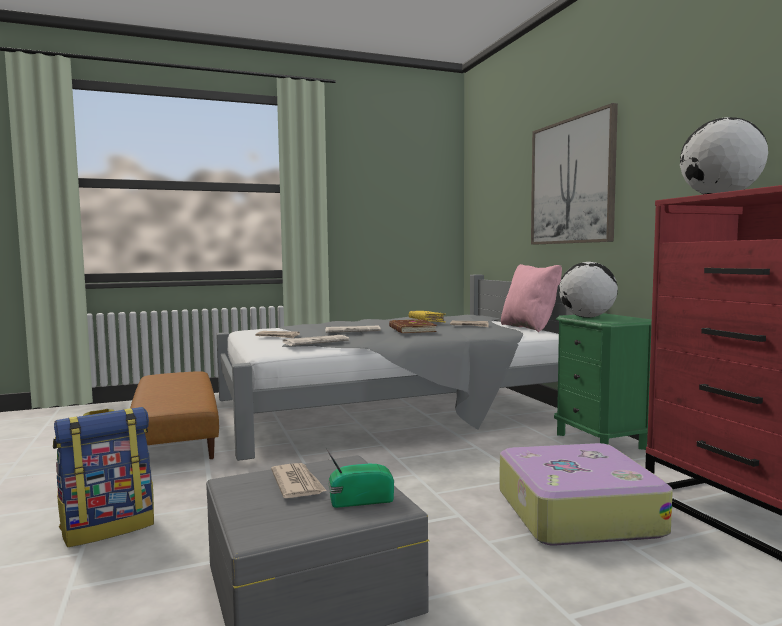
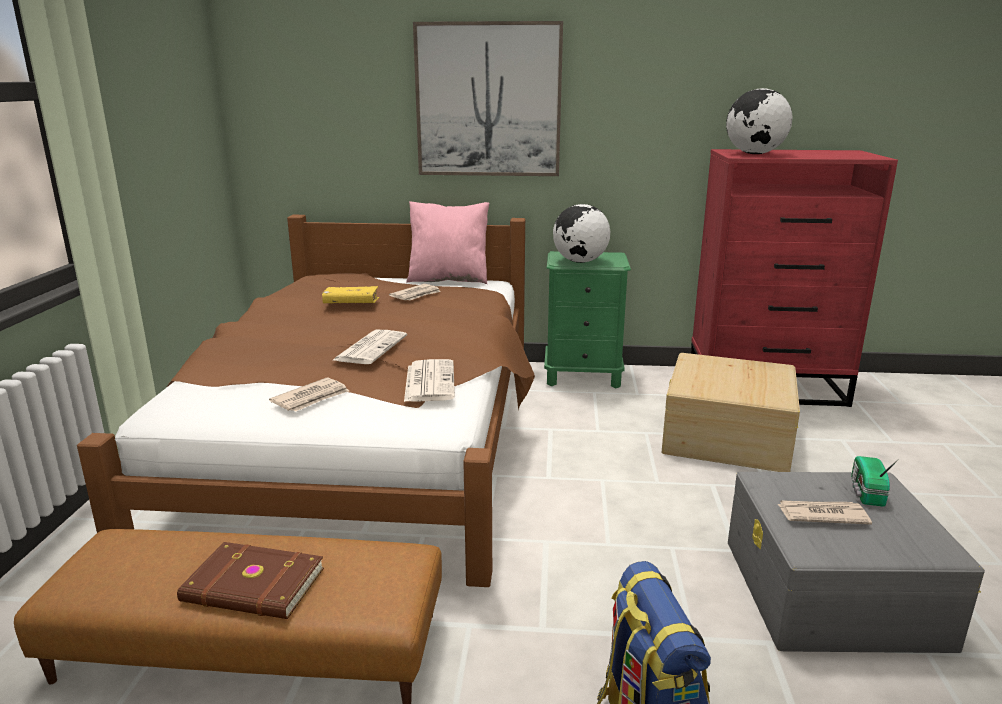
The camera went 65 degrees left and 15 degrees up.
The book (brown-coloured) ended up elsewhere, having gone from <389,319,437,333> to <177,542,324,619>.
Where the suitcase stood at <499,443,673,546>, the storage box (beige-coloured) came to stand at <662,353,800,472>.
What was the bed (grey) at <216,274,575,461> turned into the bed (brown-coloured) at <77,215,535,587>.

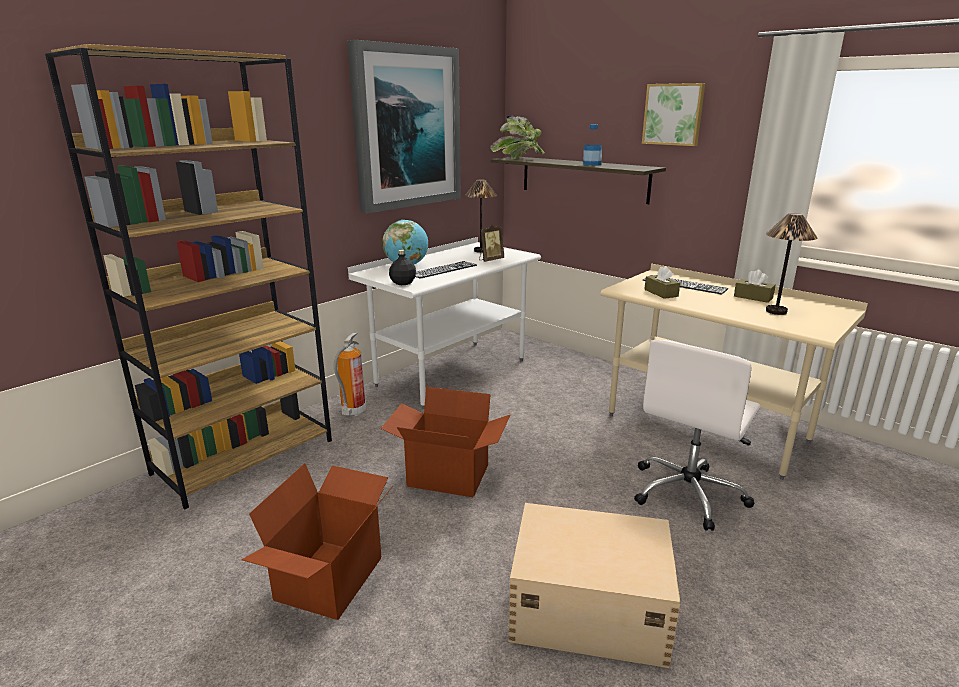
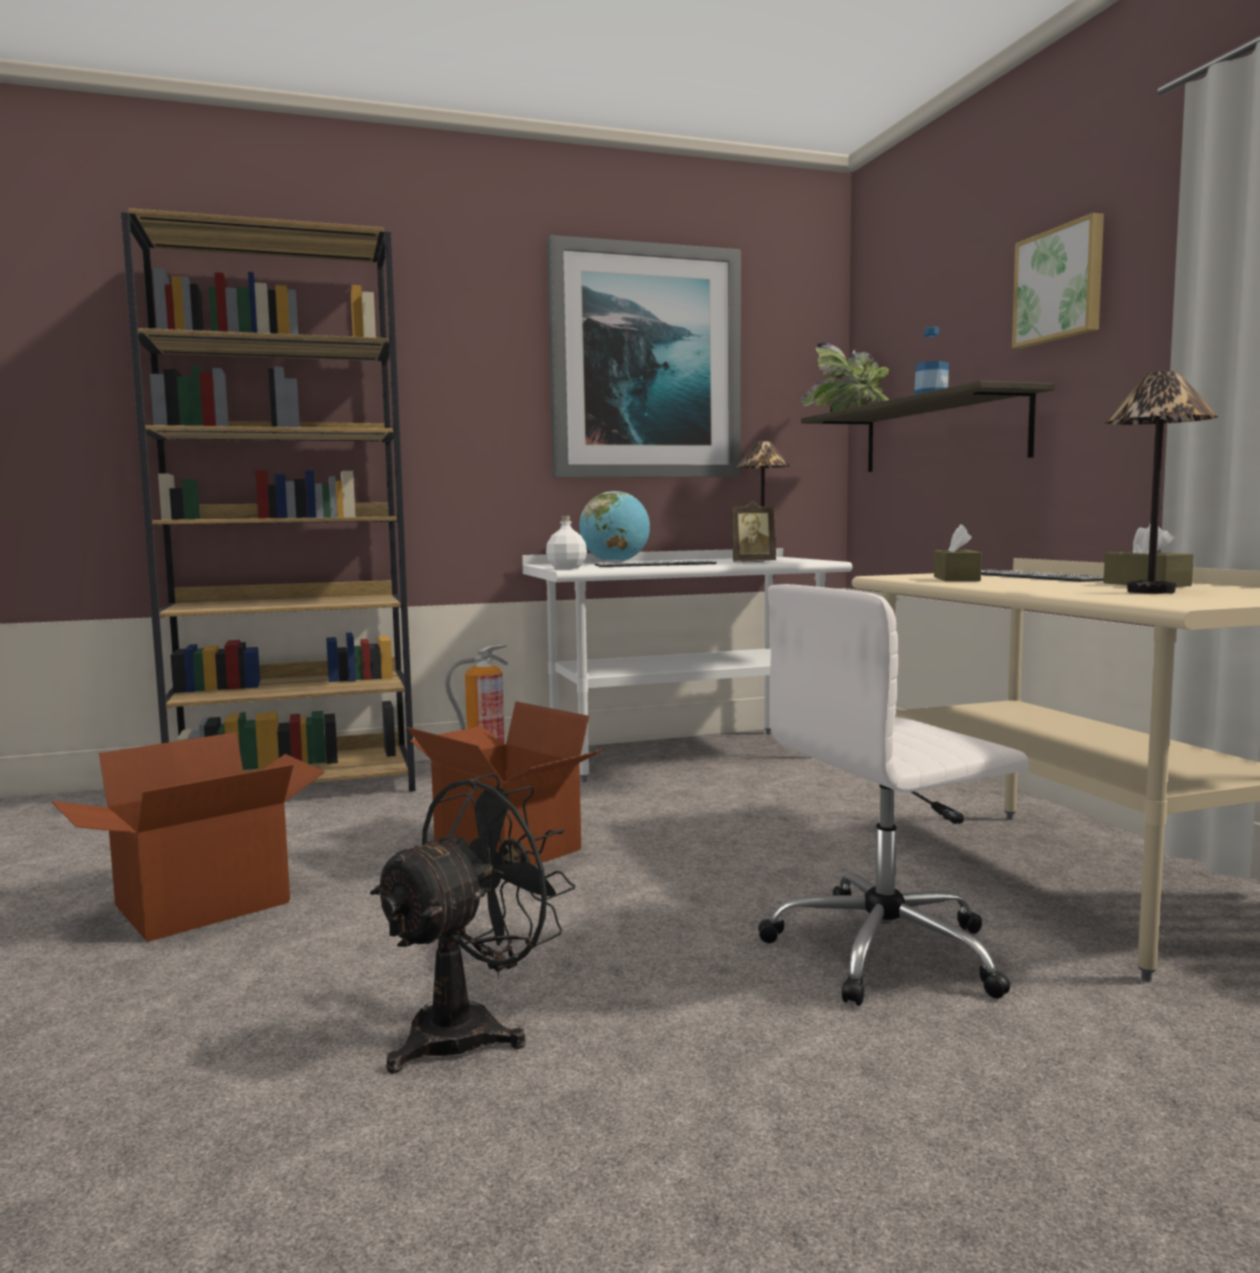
The camera went 30 degrees right and 15 degrees down.
Where the storage box (beige-coloured) stood at <508,503,681,668>, the electric fan (blackish) came to stand at <369,773,575,1074>.
What was the bottle (blackish) at <389,250,416,285> turned into the bottle (white) at <546,516,587,569>.

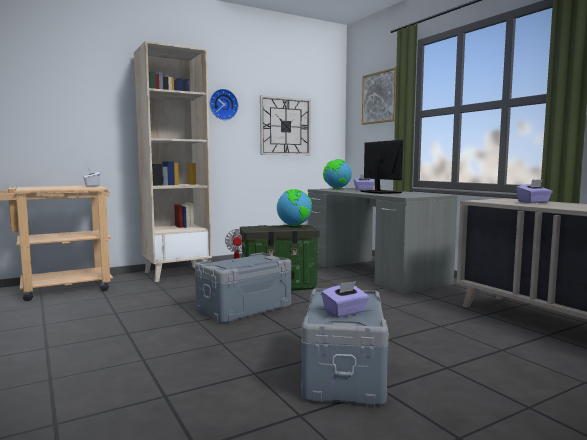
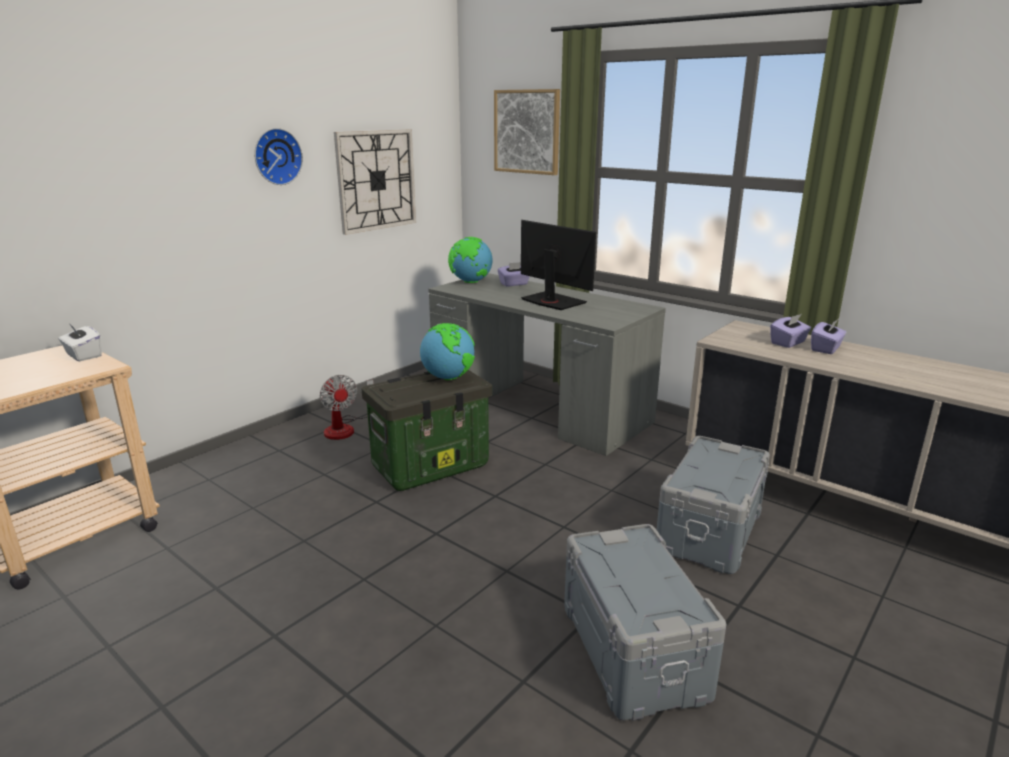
The camera went 20 degrees left and 15 degrees up.
The second view lost the shelving unit (beige-coloured) at <134,41,212,282>.
The storage box (grey) ended up elsewhere, having gone from <195,253,291,323> to <657,436,770,574>.
The tissue holder (purple) ended up elsewhere, having gone from <321,281,369,318> to <811,319,847,354>.

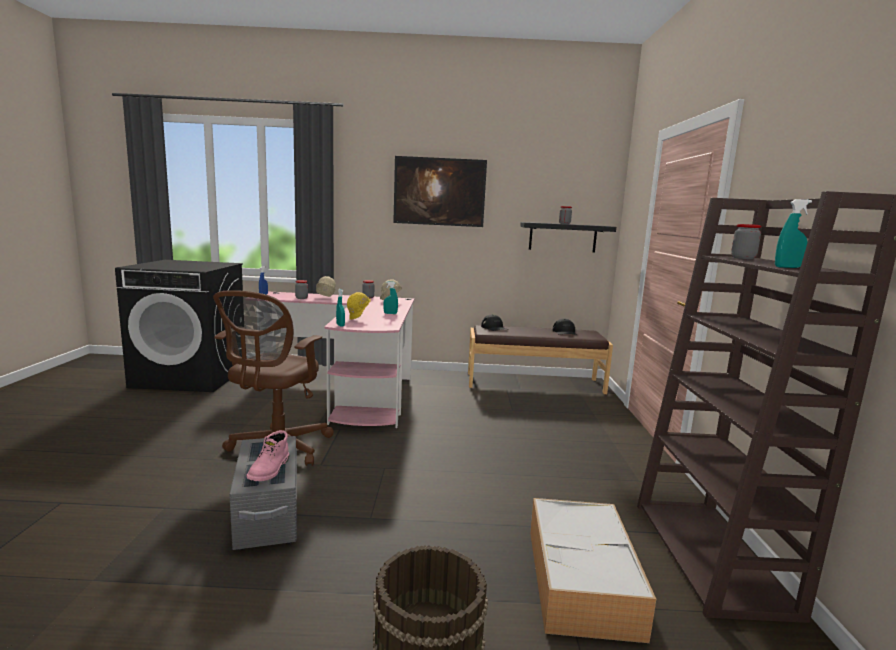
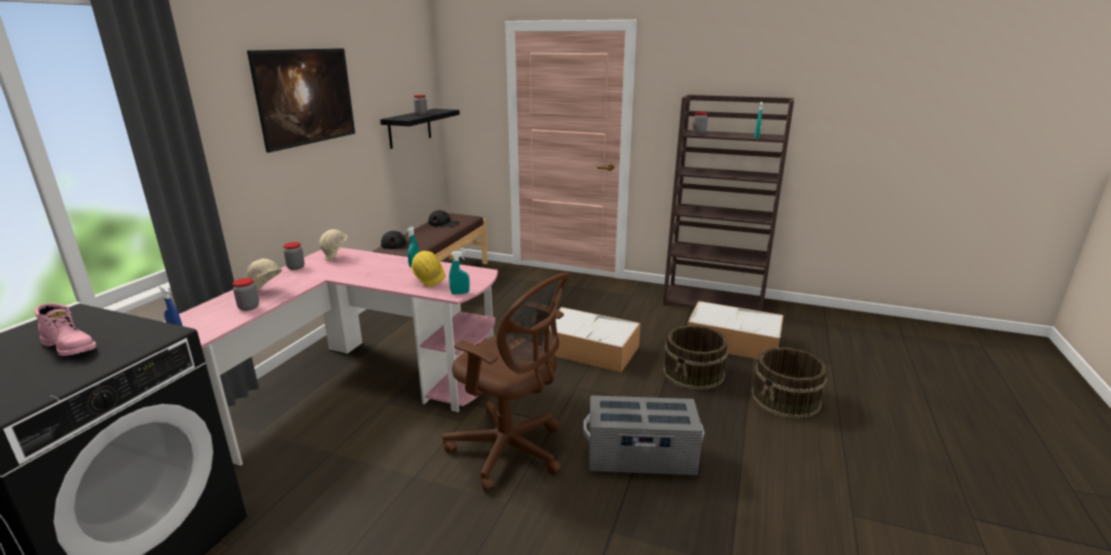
The camera went 70 degrees left and 10 degrees up.
The second view gained the storage box at <549,307,640,372>.
The second view gained the pail (brown-coloured) at <663,325,728,390>.
The boot (pink-coloured) ended up elsewhere, having gone from <246,430,289,481> to <34,303,96,356>.

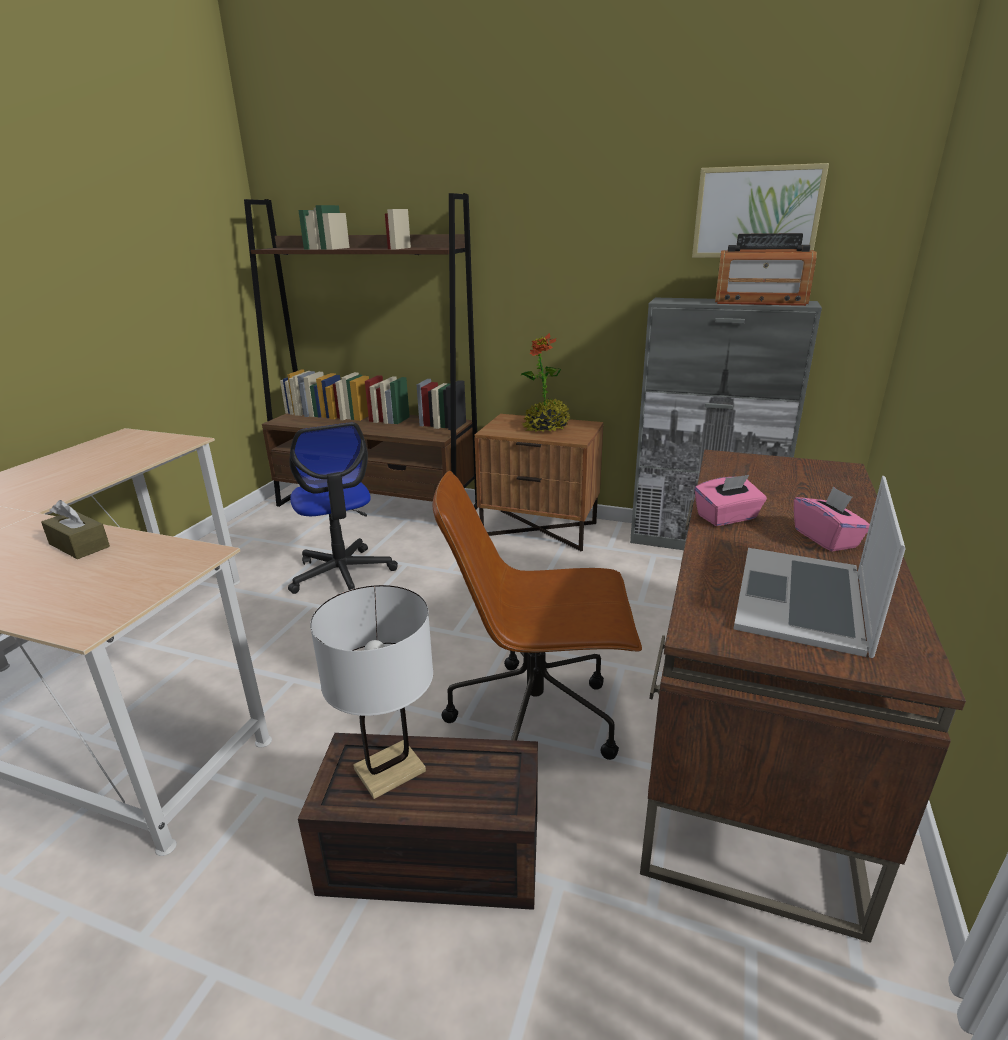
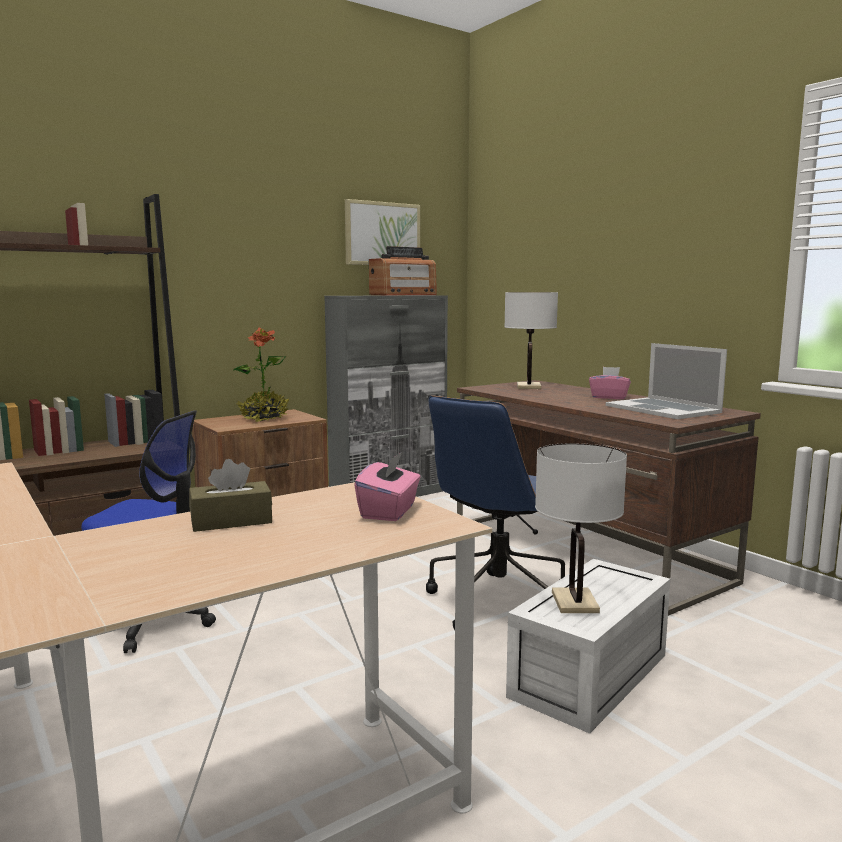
The camera went 55 degrees left and 15 degrees down.
The second view gained the tabletop lamp (white) at <504,292,558,389>.
The tissue holder (pink-coloured) ended up elsewhere, having gone from <695,475,767,526> to <354,452,420,521>.
What was the storage box (brown-coloured) at <298,733,538,910> turned into the storage box (white) at <506,559,670,734>.
What was the computer chair (brown-coloured) at <433,471,642,760> turned into the computer chair (bluish) at <426,396,565,630>.

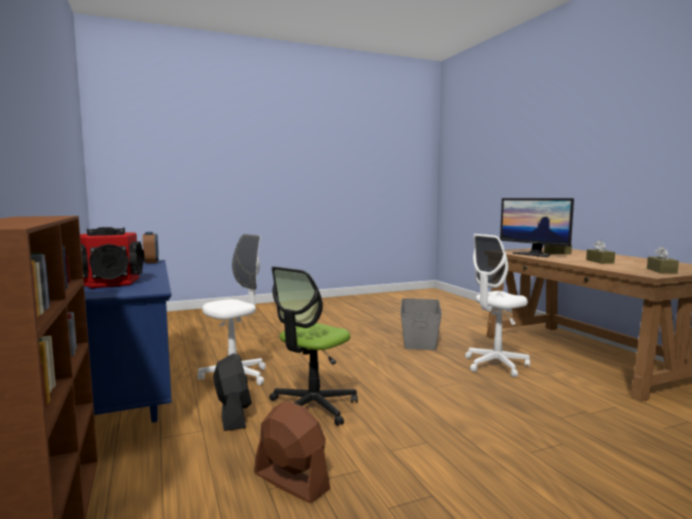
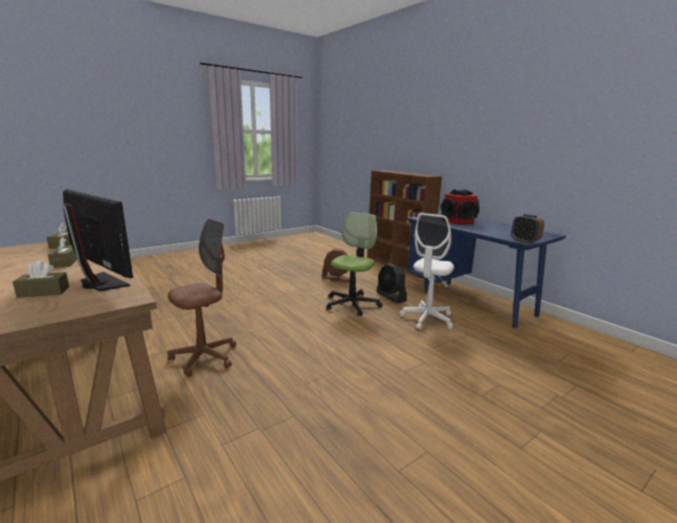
The camera went 165 degrees right and 10 degrees up.
The second view lost the storage box (grey) at <400,298,442,350>.
What was the computer chair (white) at <465,234,530,377> turned into the computer chair (brown-coloured) at <168,219,236,377>.

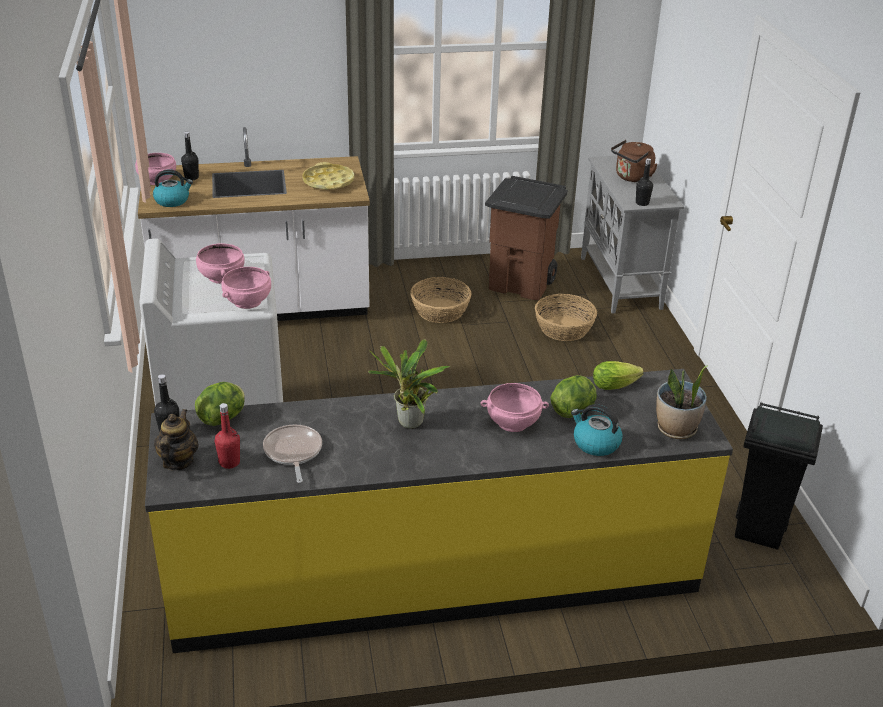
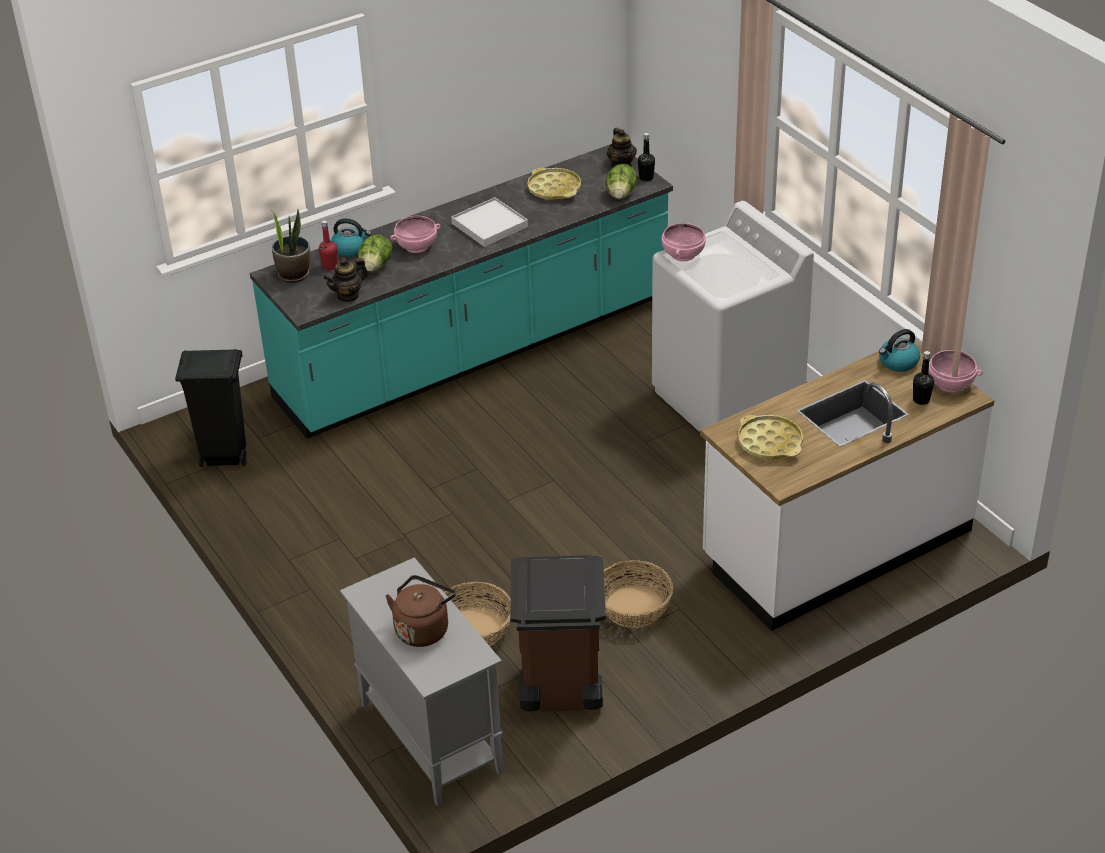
The camera went 160 degrees right and 5 degrees up.
The second view lost the serving bowl (pink-coloured) at <196,243,244,284>.
The second view lost the bottle (blackish) at <636,158,653,206>.
The bottle (reddish) ended up elsewhere, having gone from <215,403,240,469> to <319,220,338,270>.
Where the pan stood at <263,425,322,483>, the tray (yellowish) came to stand at <527,168,581,200>.
Where the houseplant stood at <368,339,450,429>, the tray (white) came to stand at <451,197,528,247>.
Where the head of lettuce stood at <593,361,644,390>, the pot for tea came to stand at <324,258,368,303>.
What was the kitchen base unit (yellowish) at <145,369,733,653> turned into the kitchen base unit (blue-green) at <250,144,673,439>.

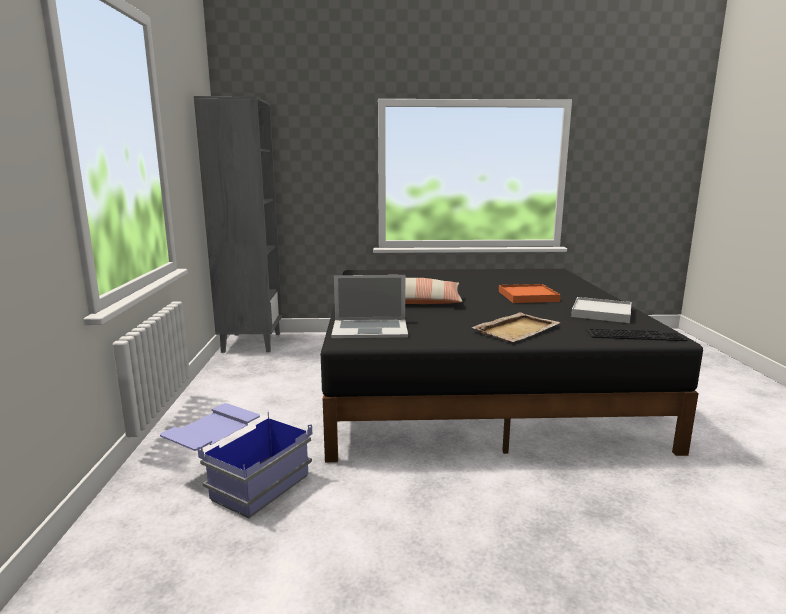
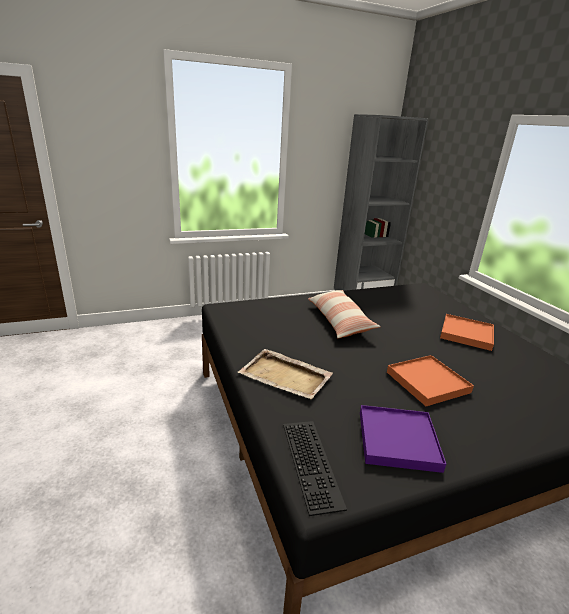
The camera went 70 degrees right and 10 degrees up.
The second view lost the storage box (bluish) at <160,403,312,519>.
The second view lost the notebook computer at <331,275,408,338>.
The second view gained the tray (orange-coloured) at <440,314,494,351>.
What was the tray (white) at <571,297,631,323> turned into the tray (purple) at <360,405,446,473>.

